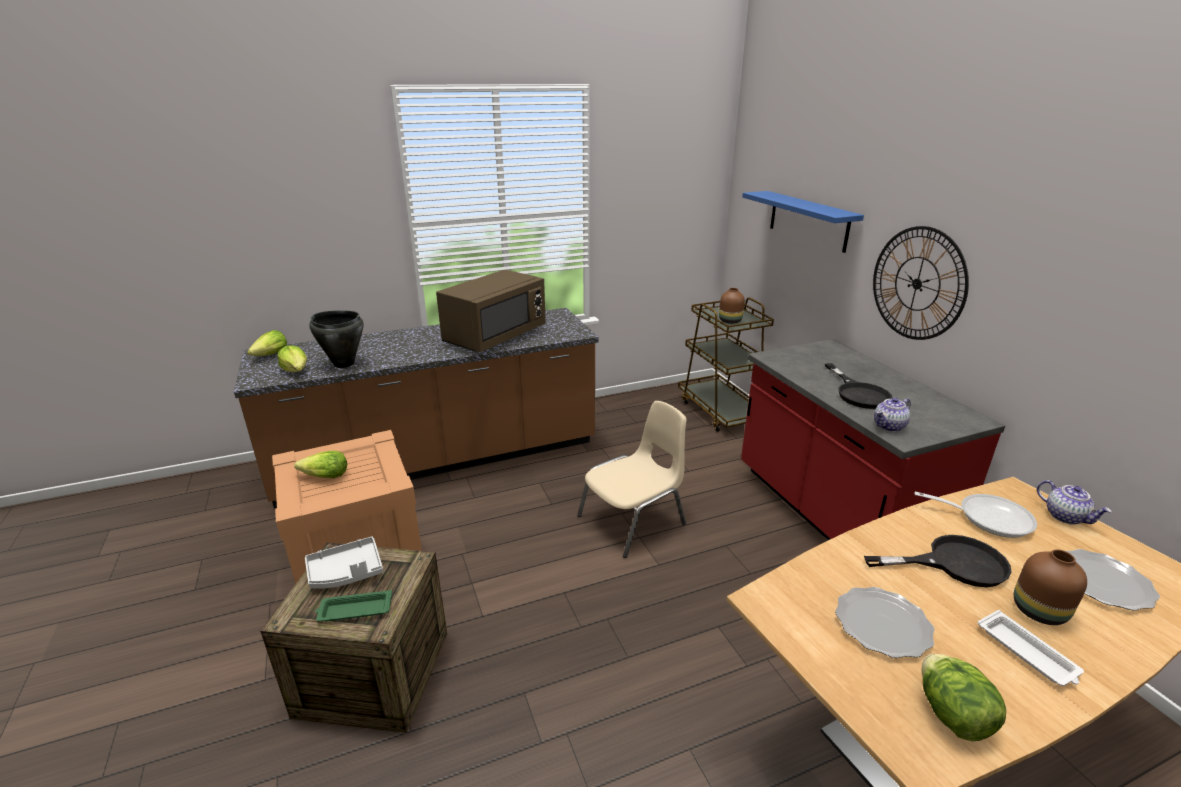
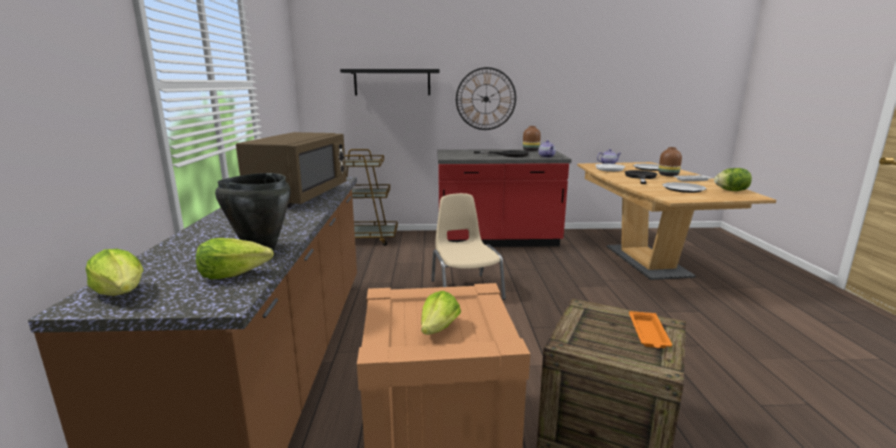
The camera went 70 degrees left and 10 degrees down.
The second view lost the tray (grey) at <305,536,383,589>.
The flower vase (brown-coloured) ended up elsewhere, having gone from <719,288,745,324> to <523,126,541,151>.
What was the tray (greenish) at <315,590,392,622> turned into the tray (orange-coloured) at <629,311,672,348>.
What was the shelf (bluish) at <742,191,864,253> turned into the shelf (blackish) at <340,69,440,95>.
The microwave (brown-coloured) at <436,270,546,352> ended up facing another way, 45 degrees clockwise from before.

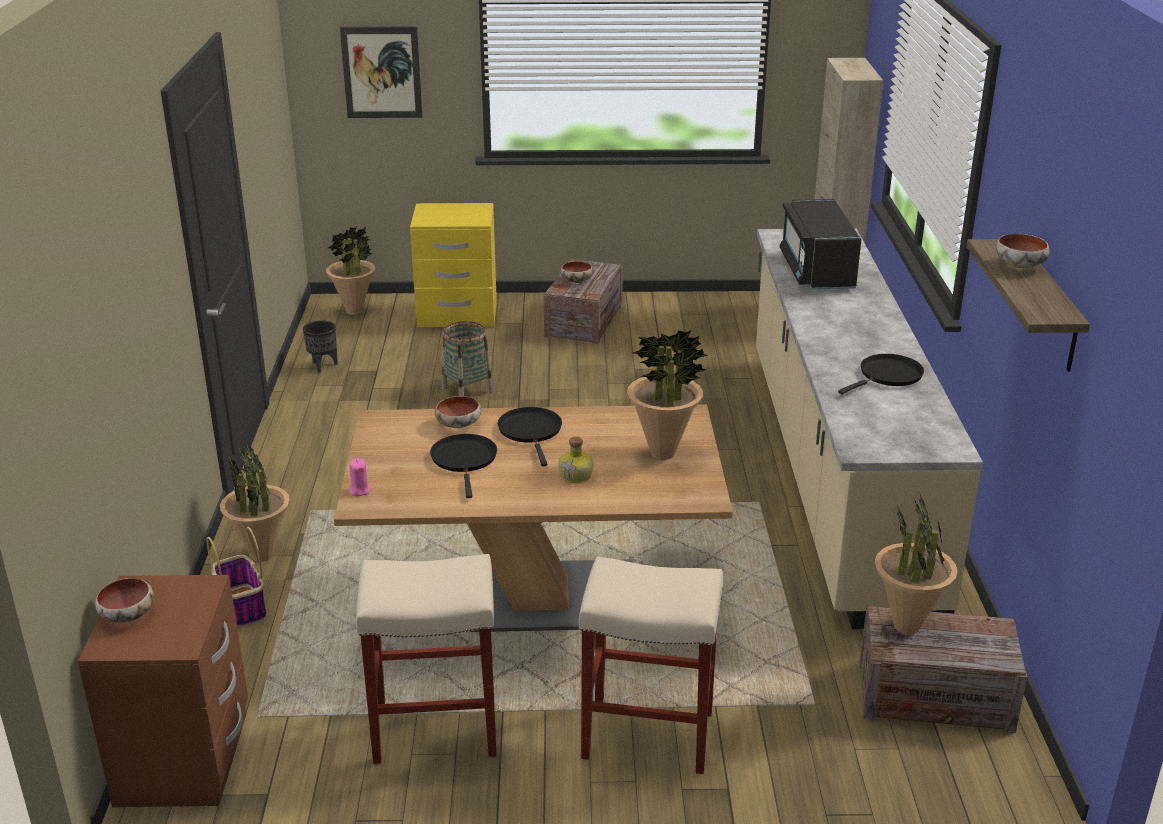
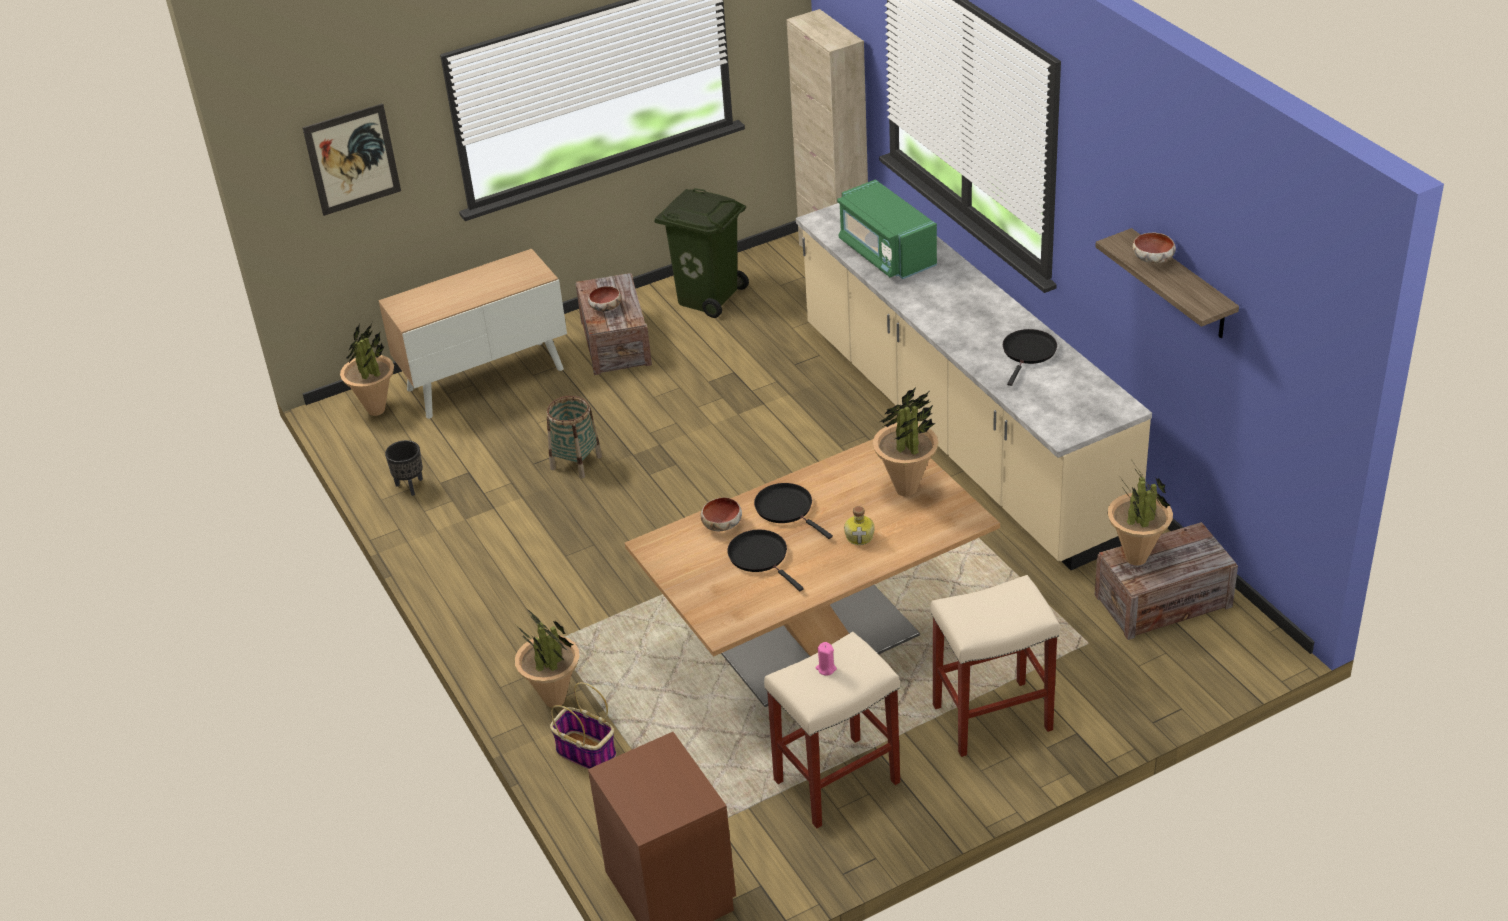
The camera went 25 degrees left and 10 degrees up.
The second view lost the serving bowl at <95,578,154,623>.
The second view gained the waste bin (greenish) at <654,188,749,318>.
The wax candle (pink-coloured) ended up elsewhere, having gone from <349,458,370,496> to <816,642,837,676>.
Where the nightstand (yellowish) stood at <410,203,497,327>, the cabinet came to stand at <378,249,567,419>.
What was the microwave (blackish) at <780,199,861,290> turned into the microwave (greenish) at <837,179,937,279>.

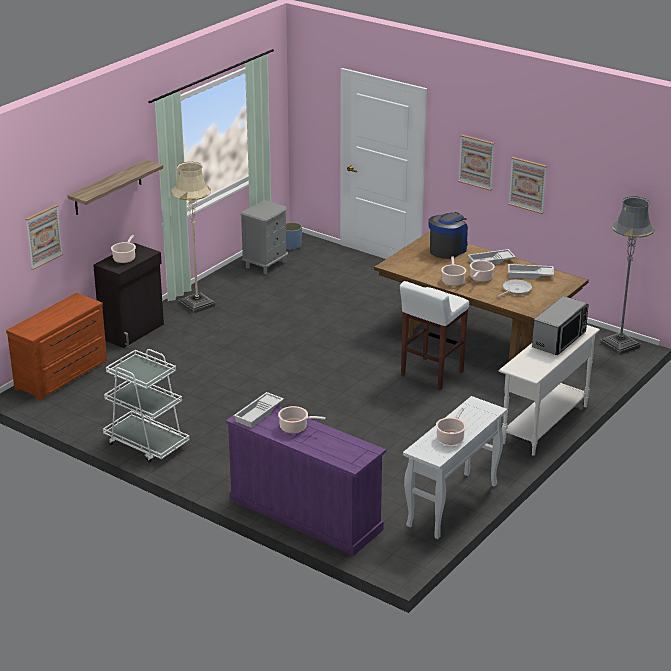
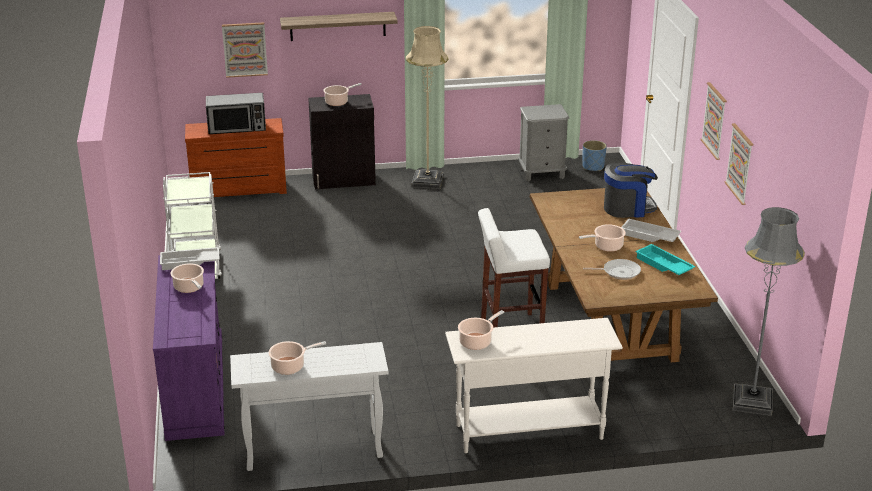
The camera went 45 degrees right and 0 degrees up.
The saucepot ended up elsewhere, having gone from <441,256,466,286> to <458,310,504,350>.
The microwave ended up elsewhere, having gone from <532,296,589,355> to <206,93,266,134>.
What was the tray (white) at <508,264,554,279> turned into the tray (blue-green) at <635,244,695,275>.

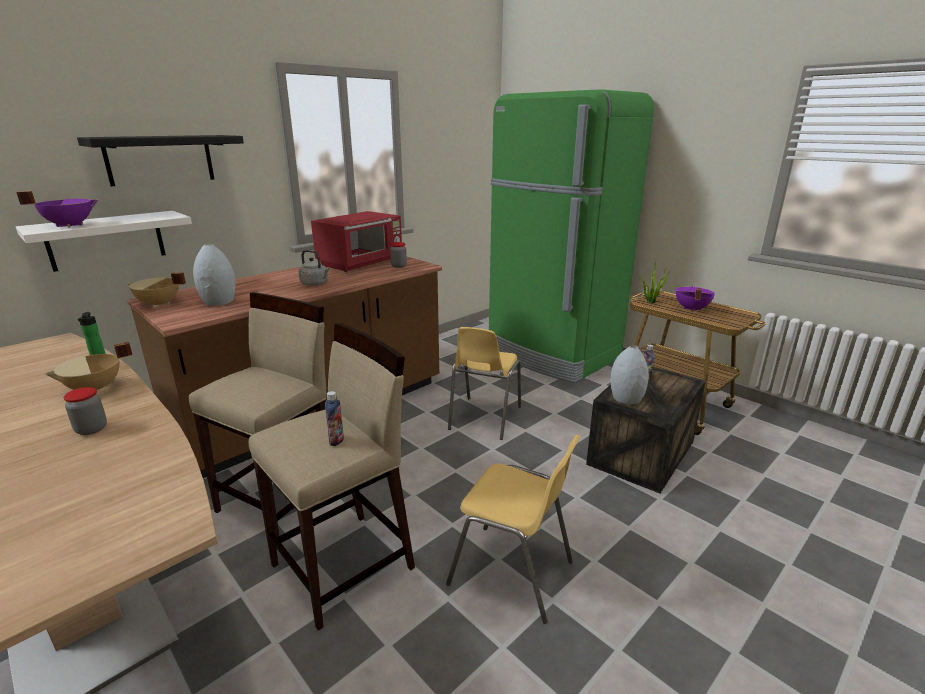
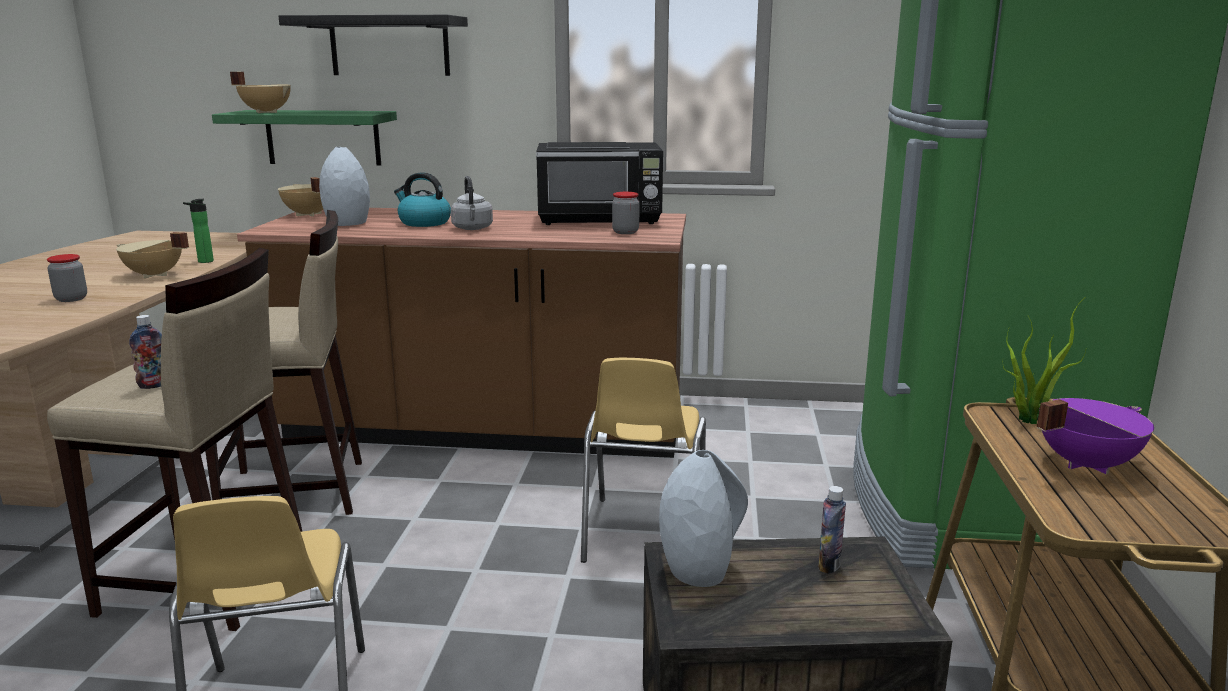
The camera went 50 degrees right and 5 degrees down.
The second view gained the water kettle at <394,172,451,227>.
What was the saucepot (purple) at <16,191,98,228> turned into the saucepot (beige-coloured) at <230,72,291,113>.
What was the shelf (white) at <16,211,192,272> turned into the shelf (greenish) at <212,110,397,165>.
What was the microwave (reddish) at <311,211,402,272> turned into the microwave (blackish) at <536,142,663,225>.
The plain chair (yellowish) at <448,327,521,440> ended up facing another way, 60 degrees counterclockwise from before.

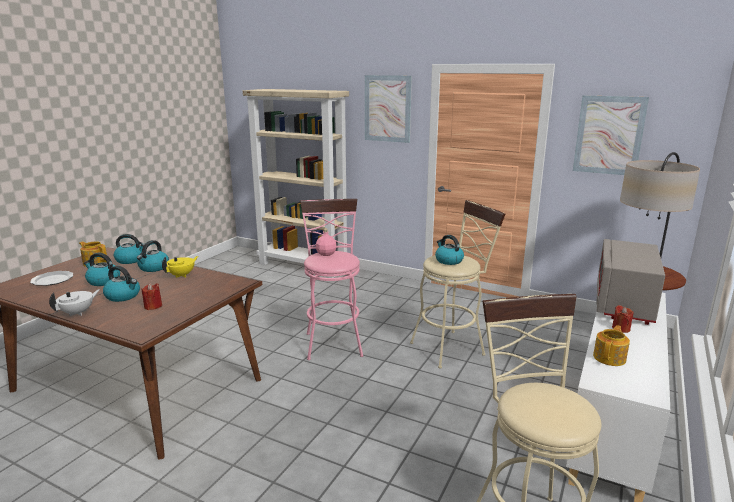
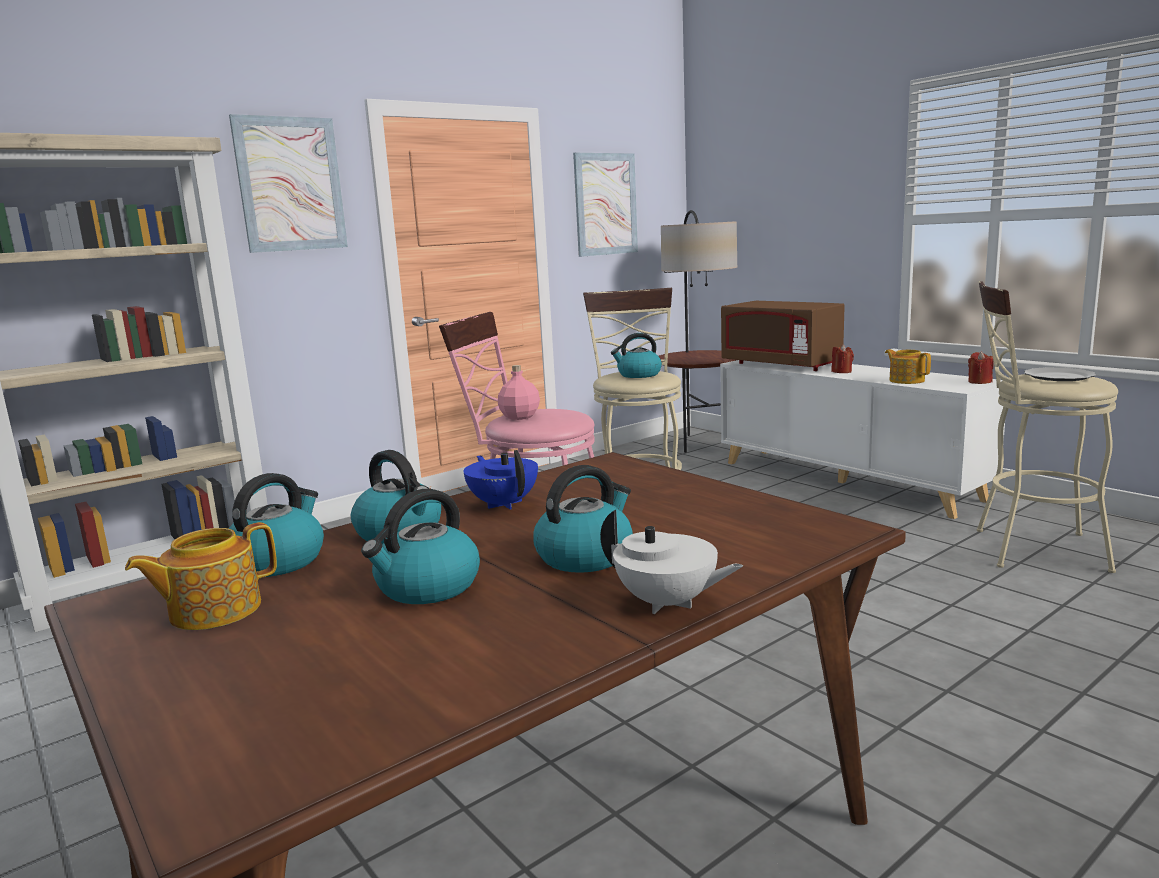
The camera went 65 degrees left and 5 degrees down.
The flat dish ended up elsewhere, having gone from <30,271,73,286> to <1024,367,1096,381>.
The wax candle (reddish) ended up elsewhere, having gone from <142,283,162,310> to <968,351,994,384>.
What was the pot for tea (yellowish) at <162,256,198,278> turned into the pot for tea (bluish) at <464,450,538,510>.
What was the microwave (grey) at <596,239,665,325> turned into the microwave (brown-coloured) at <721,301,845,371>.
The pot for tea (white) at <49,289,100,316> ended up facing another way, 150 degrees clockwise from before.

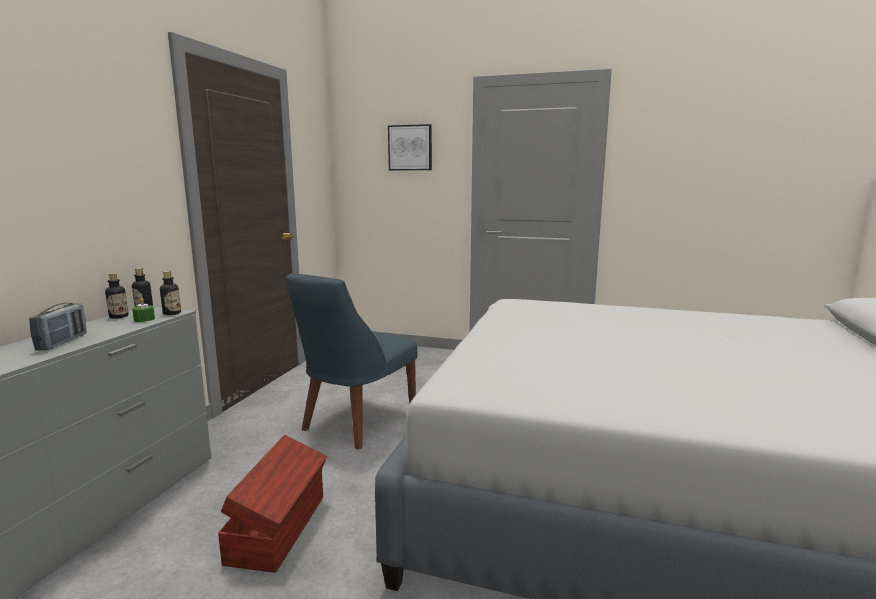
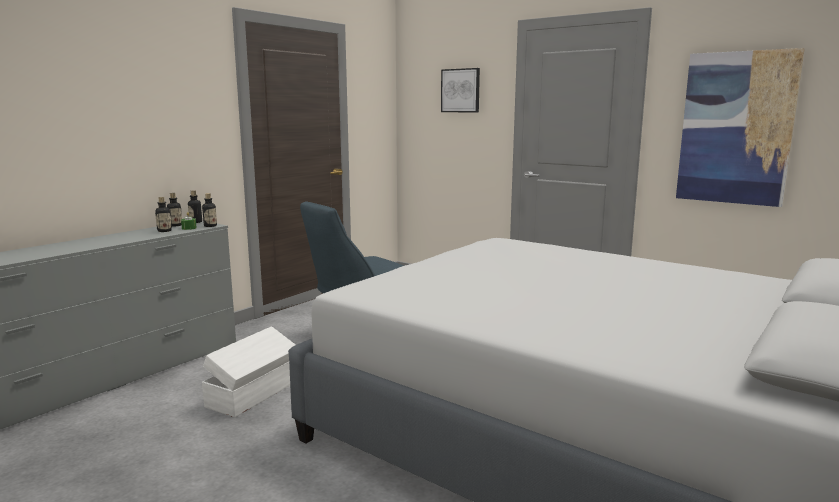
The camera went 20 degrees right and 0 degrees up.
The second view lost the radio receiver at <29,303,87,351>.
The second view gained the bottle at <155,197,172,232>.
The second view gained the wall picture at <676,48,805,207>.
What was the storage box (brown-coloured) at <218,435,327,572> turned into the storage box (white) at <202,326,295,417>.

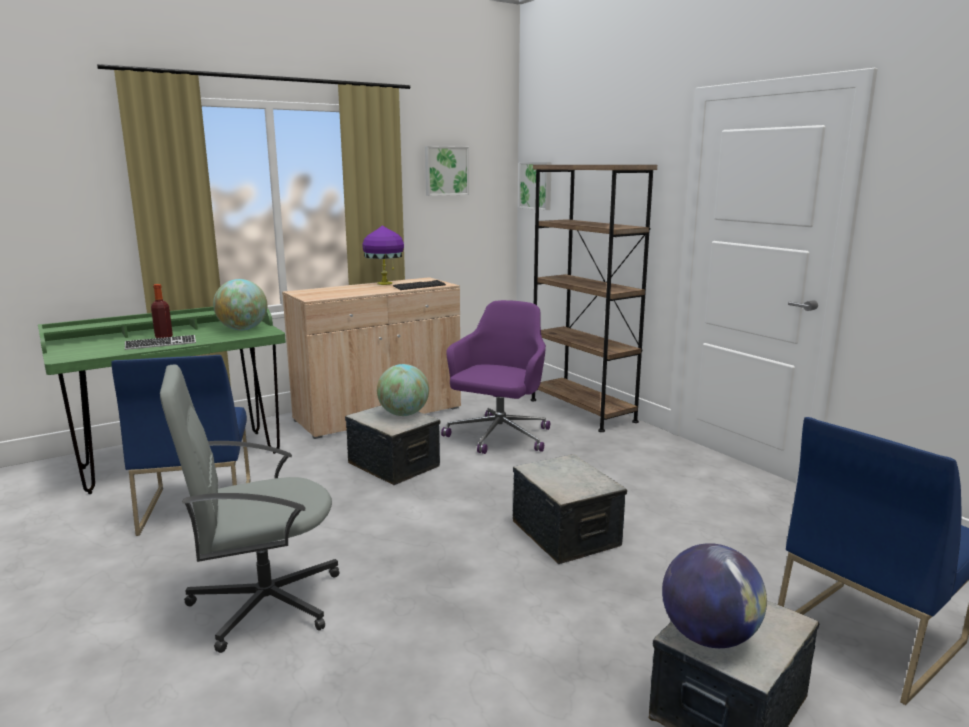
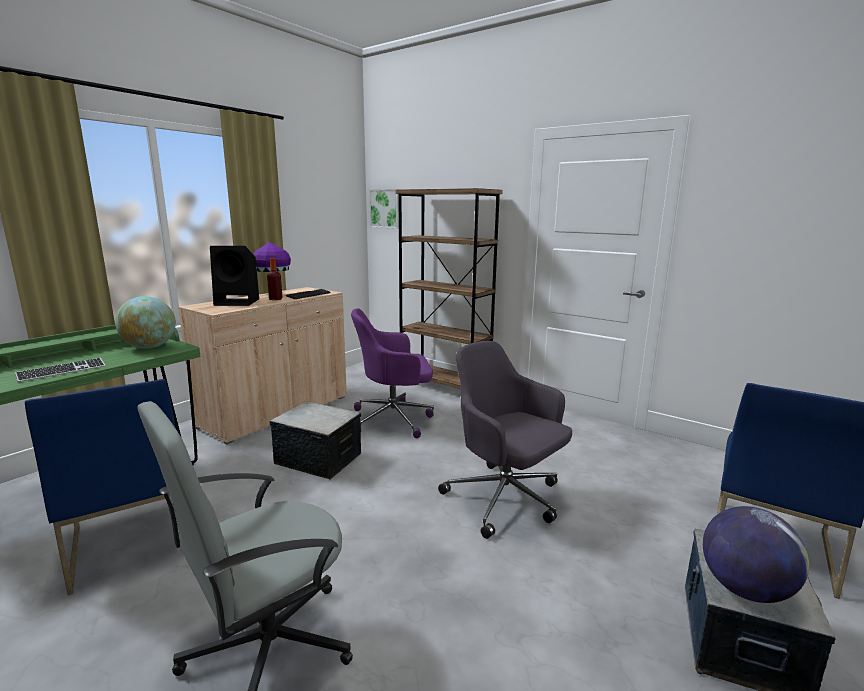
The camera went 20 degrees left and 0 degrees up.
The second view lost the world globe at <377,364,429,416>.
The second view lost the wall picture at <425,146,469,196>.
The second view gained the audio speaker (blackish) at <210,246,259,306>.
The bottle ended up elsewhere, having gone from <151,284,173,338> to <267,258,283,300>.
Where the storage box stood at <513,454,627,564>, the computer chair (grey) came to stand at <438,341,572,539>.
The computer chair (purple) at <441,300,550,454> ended up facing another way, 105 degrees counterclockwise from before.

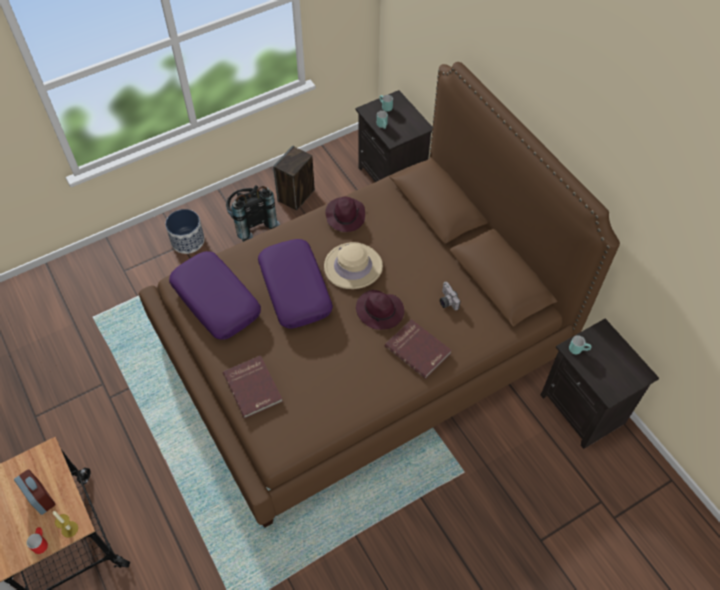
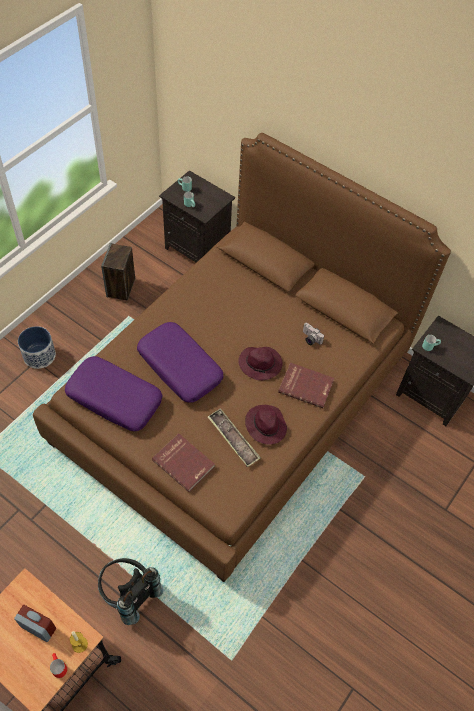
The camera went 25 degrees left and 0 degrees up.
The second view lost the hat (beige-coloured) at <324,242,383,289>.
The second view gained the tray at <207,408,261,467>.
The rucksack (blackish) ended up elsewhere, having gone from <226,185,280,242> to <98,558,164,625>.
The hat (purple) ended up elsewhere, having gone from <325,196,365,232> to <245,405,287,445>.

